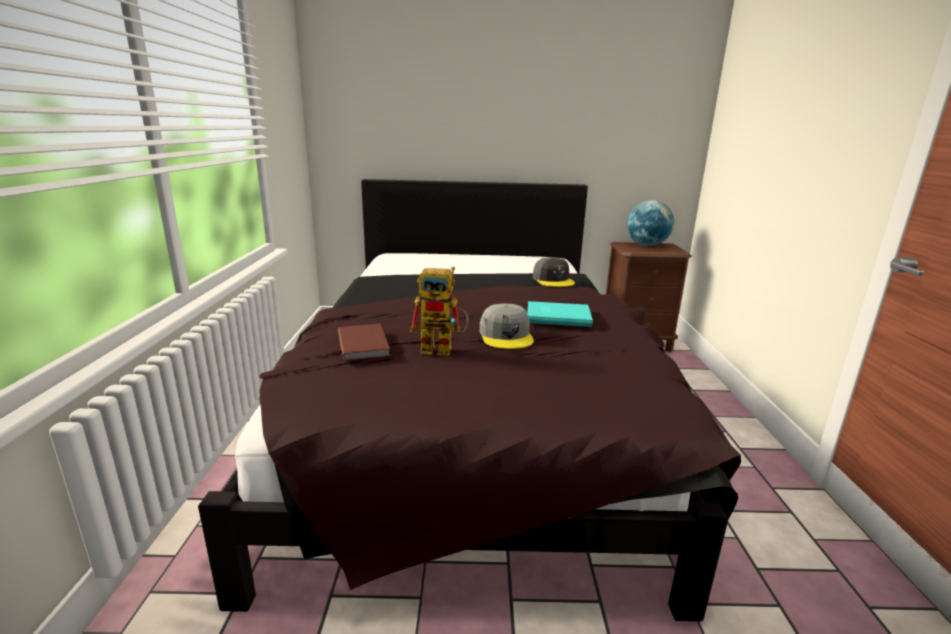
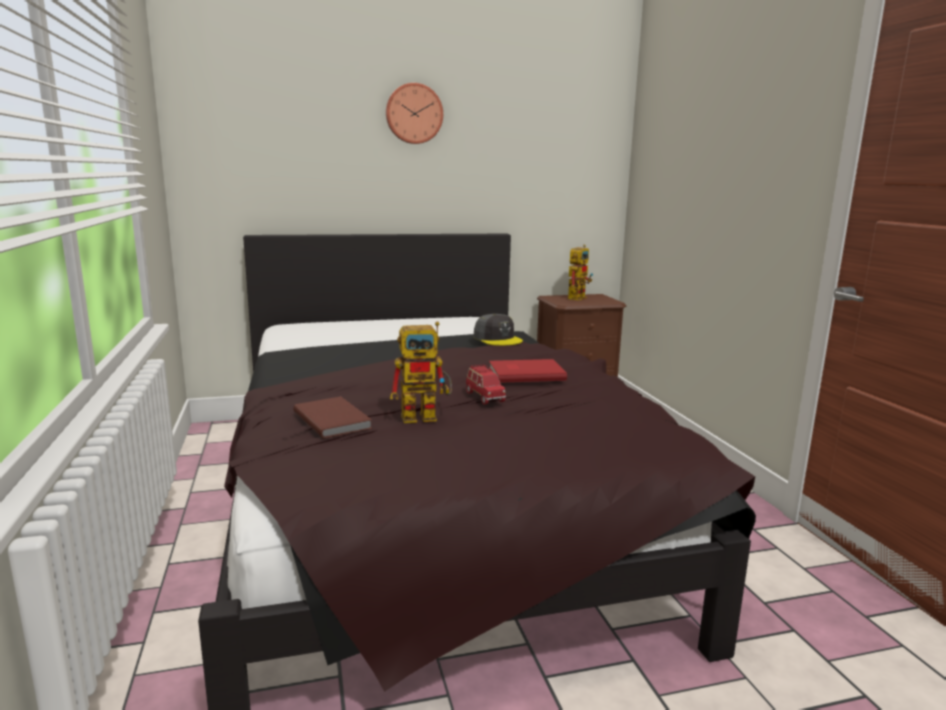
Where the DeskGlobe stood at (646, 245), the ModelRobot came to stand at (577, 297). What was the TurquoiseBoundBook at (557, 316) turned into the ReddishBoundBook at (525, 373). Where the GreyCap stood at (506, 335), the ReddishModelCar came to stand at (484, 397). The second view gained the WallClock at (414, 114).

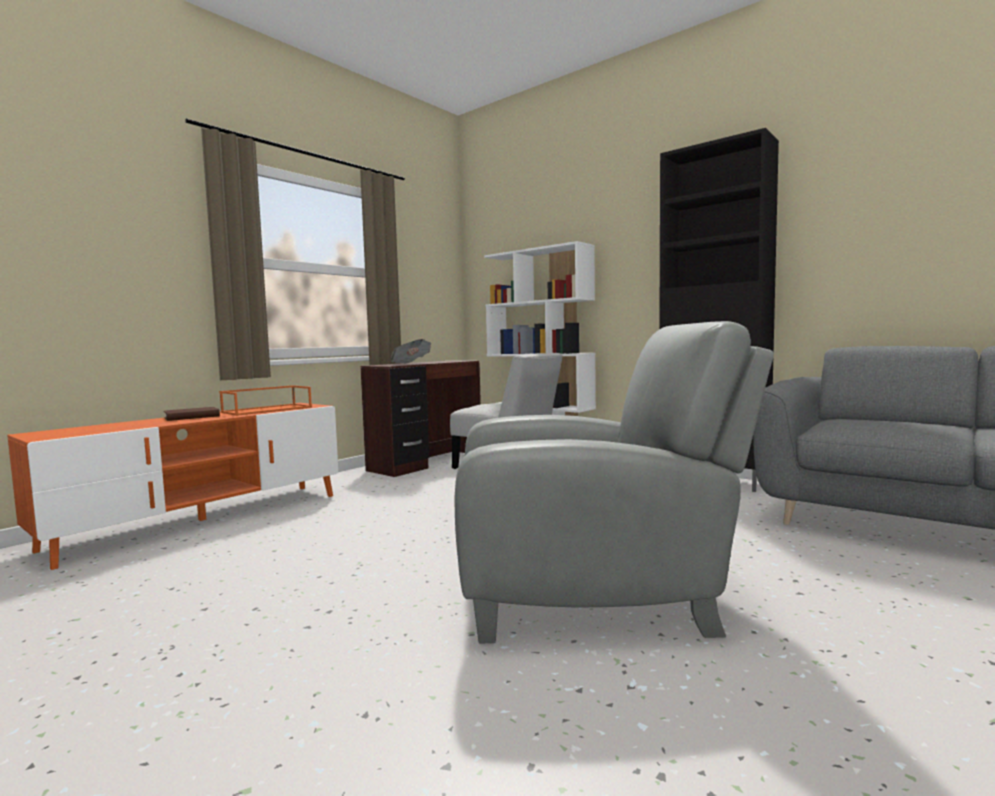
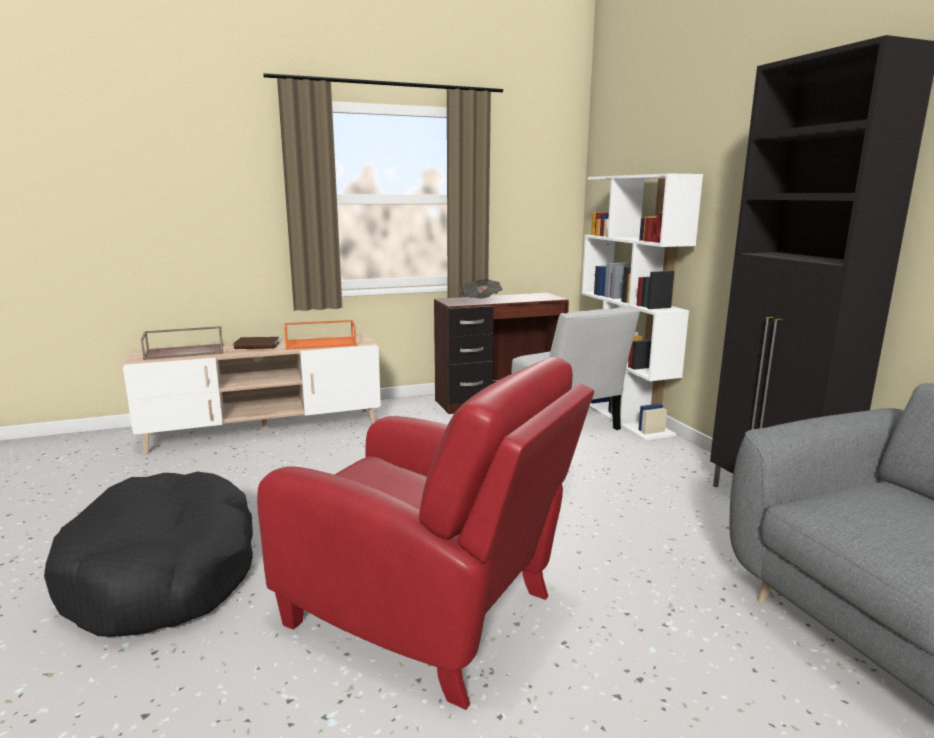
What was the GreyArmchair at (595, 594) turned into the ReddishArmchair at (427, 614). What was the OrangeColouredTvUnit at (203, 520) turned into the BeigeTvUnit at (265, 430). The second view gained the BrownServingTray at (186, 351). The second view gained the BlackishDogCushion at (164, 573).

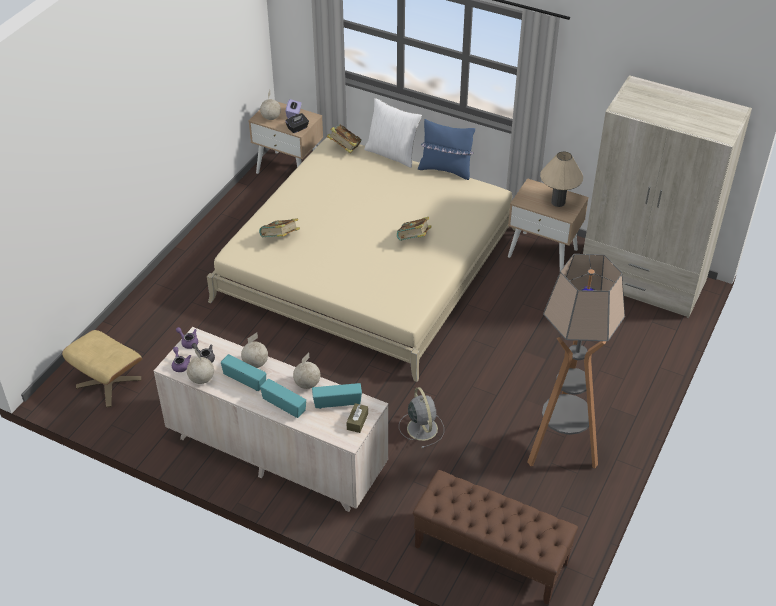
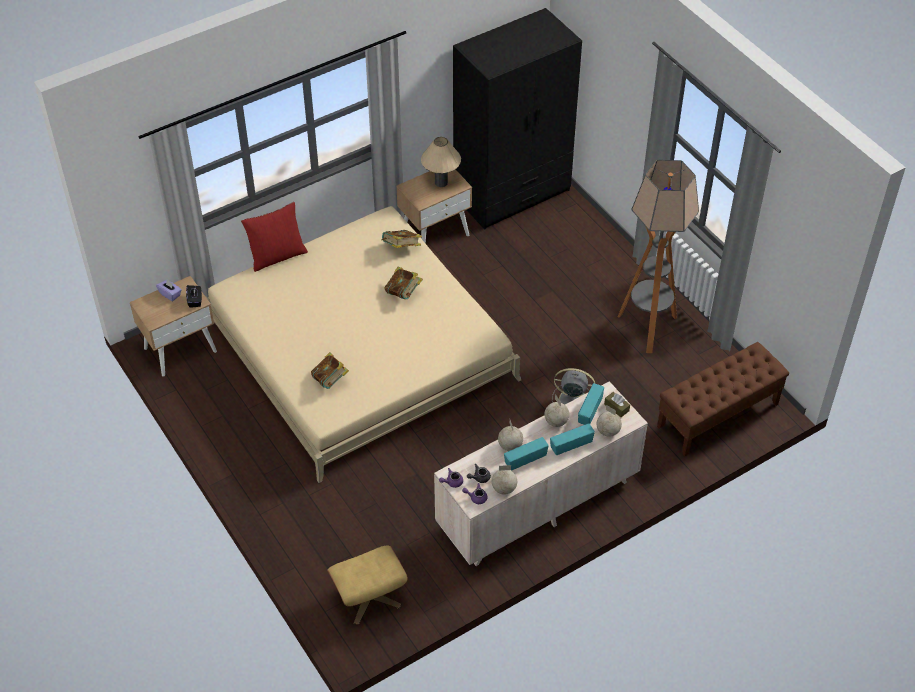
What was the BeigeArmoire at (642, 281) turned into the BlackishArmoire at (512, 193). The DeskGlobe ended up elsewhere, having gone from (271, 118) to (608, 431). What was the WhitishCushion at (392, 154) turned into the ReddishCushion at (277, 256). The second view lost the BlueColouredCushion at (445, 170). The BoundBook ended up elsewhere, having gone from (344, 148) to (401, 248).

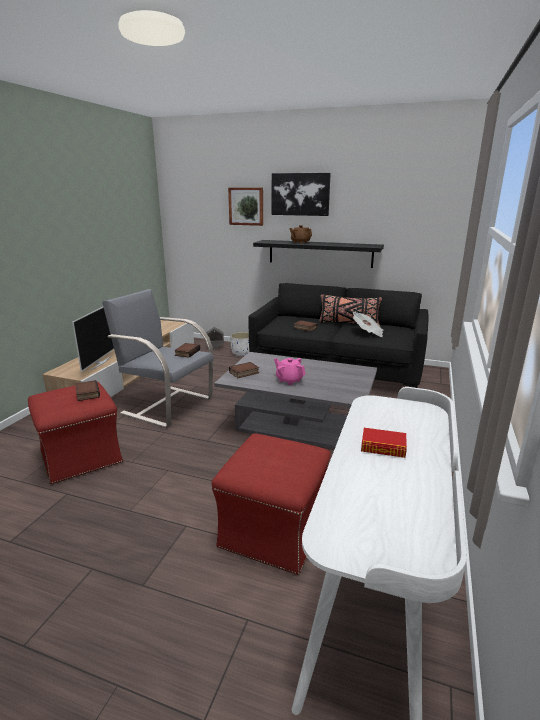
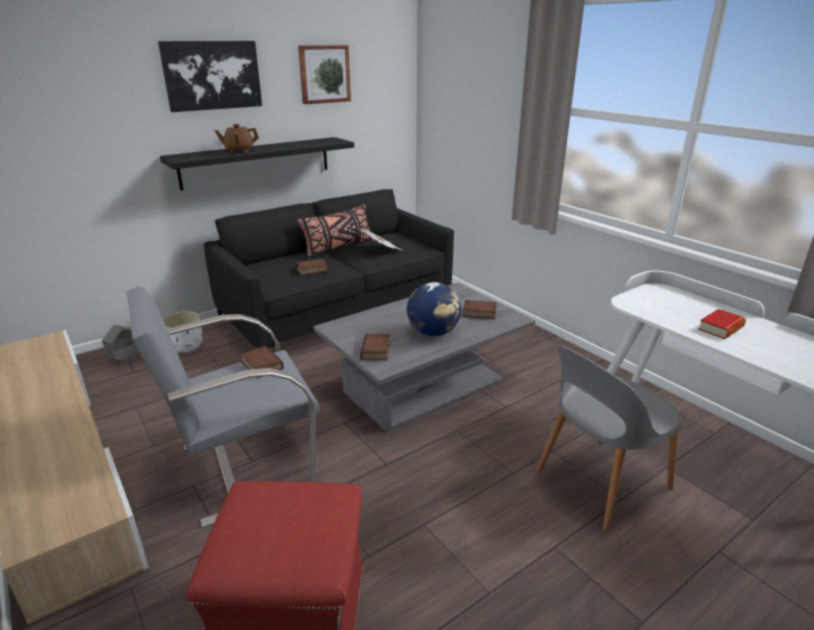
The WallPicture ended up elsewhere, having gone from (246, 206) to (324, 74). The second view lost the Television at (100, 362). Where the PinkColouredTeapot stood at (289, 380), the DeskGlobe came to stand at (433, 333). The BoundBook ended up elsewhere, having gone from (86, 393) to (479, 313). Where the ReddishPouffe stood at (274, 530), the GreyPlainChair came to stand at (600, 481).

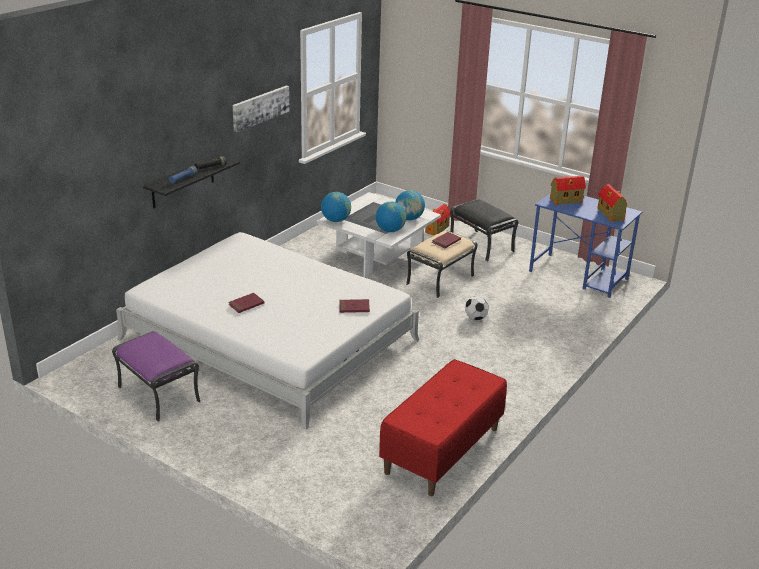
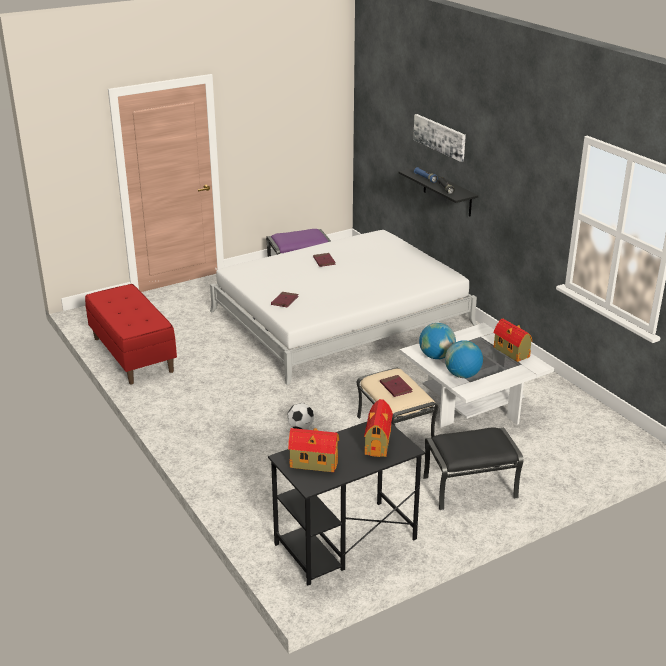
The WallPicture ended up elsewhere, having gone from (260, 107) to (440, 137). The second view lost the DeskGlobe at (335, 220). What was the BlueColouredDesk at (579, 275) turned into the BlackishDesk at (344, 542). The ModelHouse ended up elsewhere, having gone from (437, 229) to (512, 352).

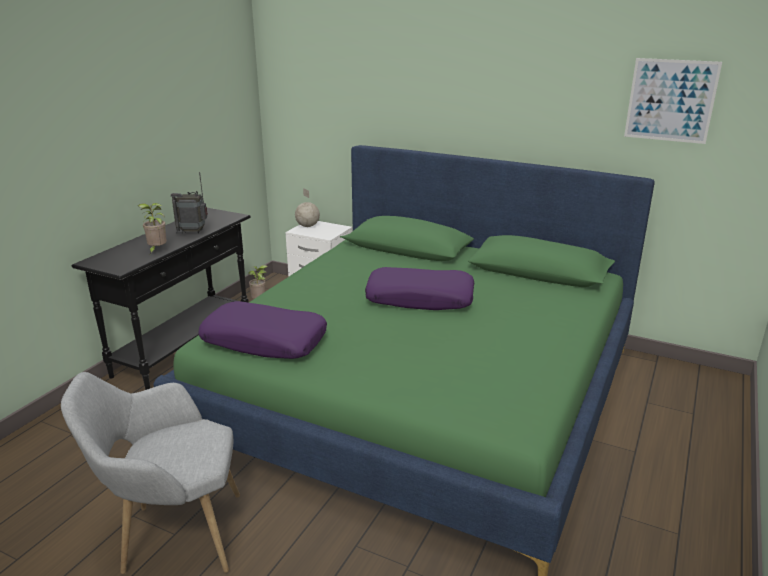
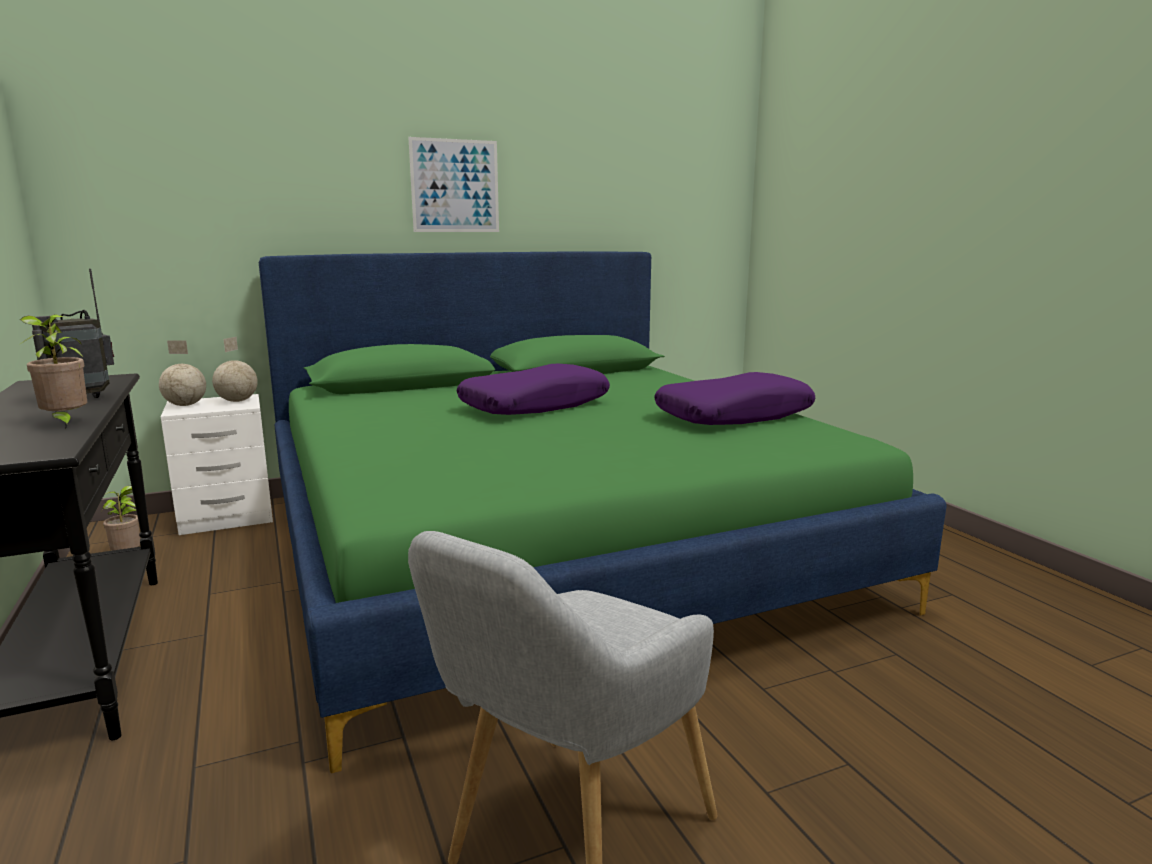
The WallPicture ended up elsewhere, having gone from (670, 100) to (455, 186). The PurpleCushion ended up elsewhere, having gone from (265, 341) to (734, 415). The second view gained the DeskGlobe at (238, 401).

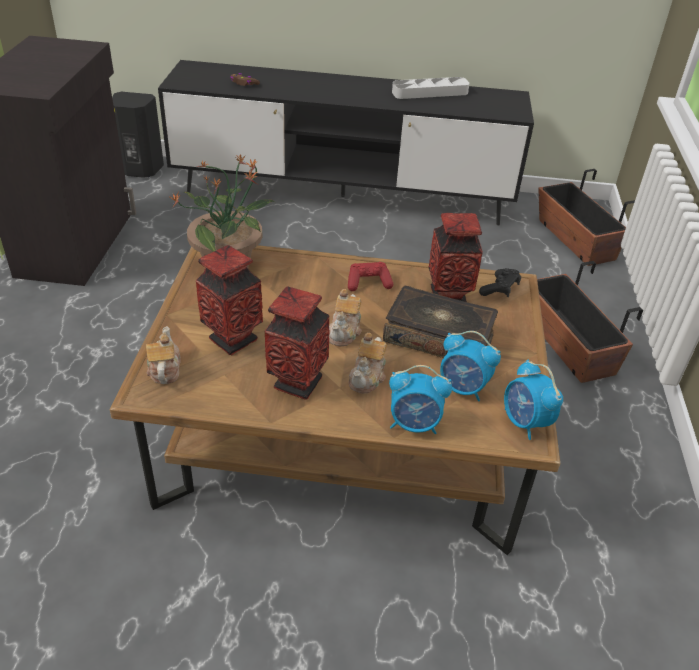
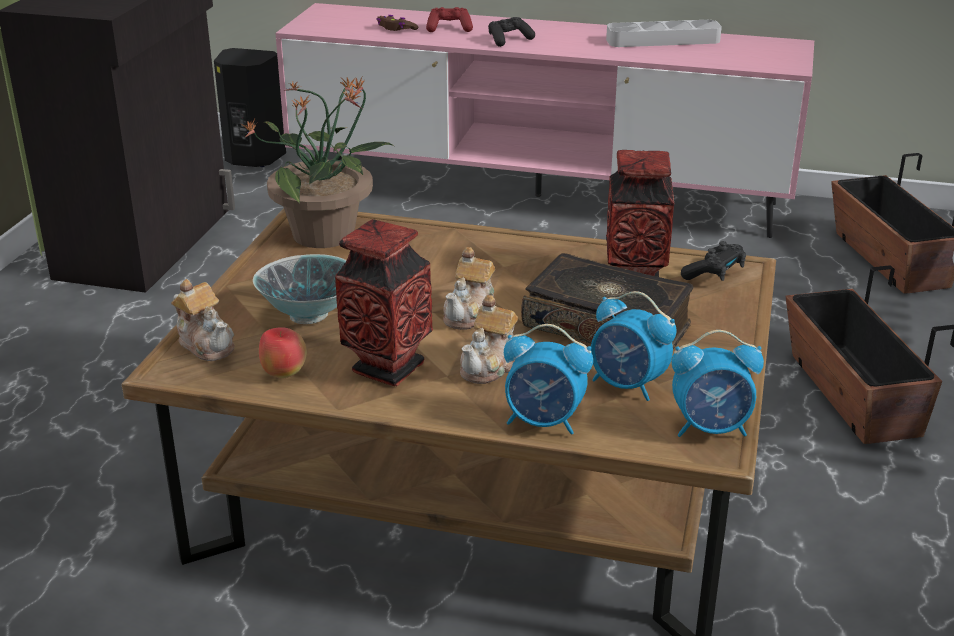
What was the BlackishTvUnit at (342, 196) turned into the PinkColouredTvUnit at (537, 196). Where the FlowerVase stood at (232, 340), the Bowl came to stand at (309, 316). The ReddishGamepad ended up elsewhere, having gone from (368, 283) to (449, 29). The Teapot at (164, 369) ended up facing another way, 135 degrees clockwise from before. The AlarmClock at (525, 422) ended up facing another way, 75 degrees counterclockwise from before. The second view gained the BlackishGamepad at (509, 40). The second view gained the WholeApple at (283, 374).

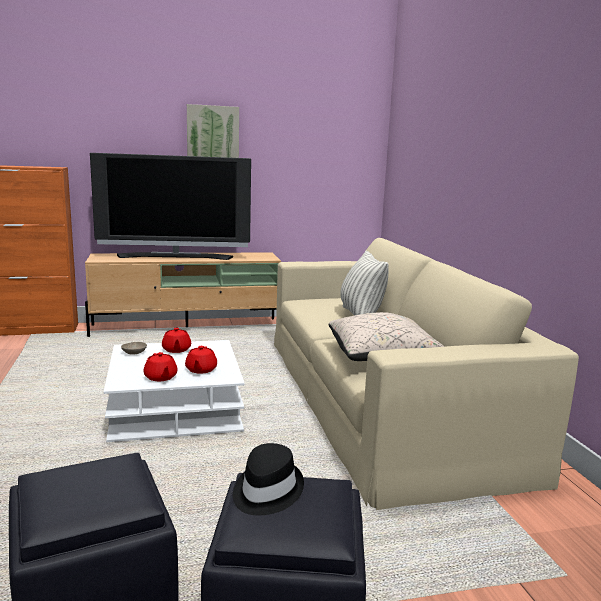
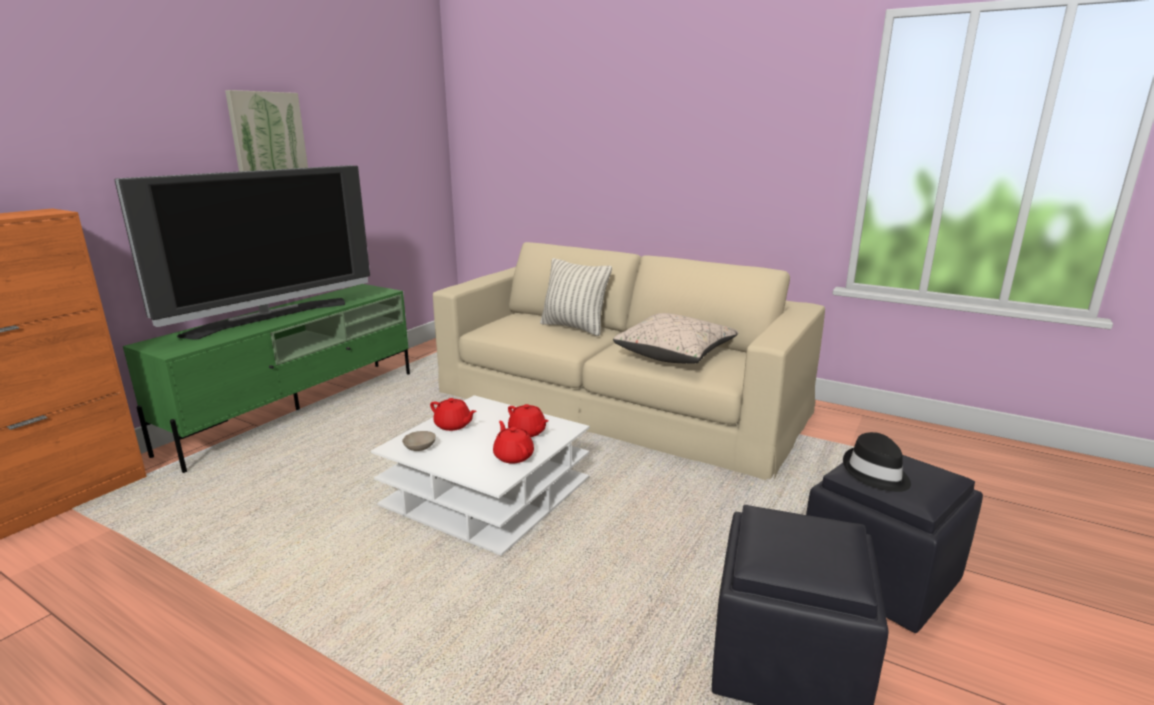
What was the BeigeTvUnit at (188, 327) turned into the GreenishTvUnit at (299, 409). The ReddishTeapot at (160, 377) ended up facing another way, 135 degrees counterclockwise from before.

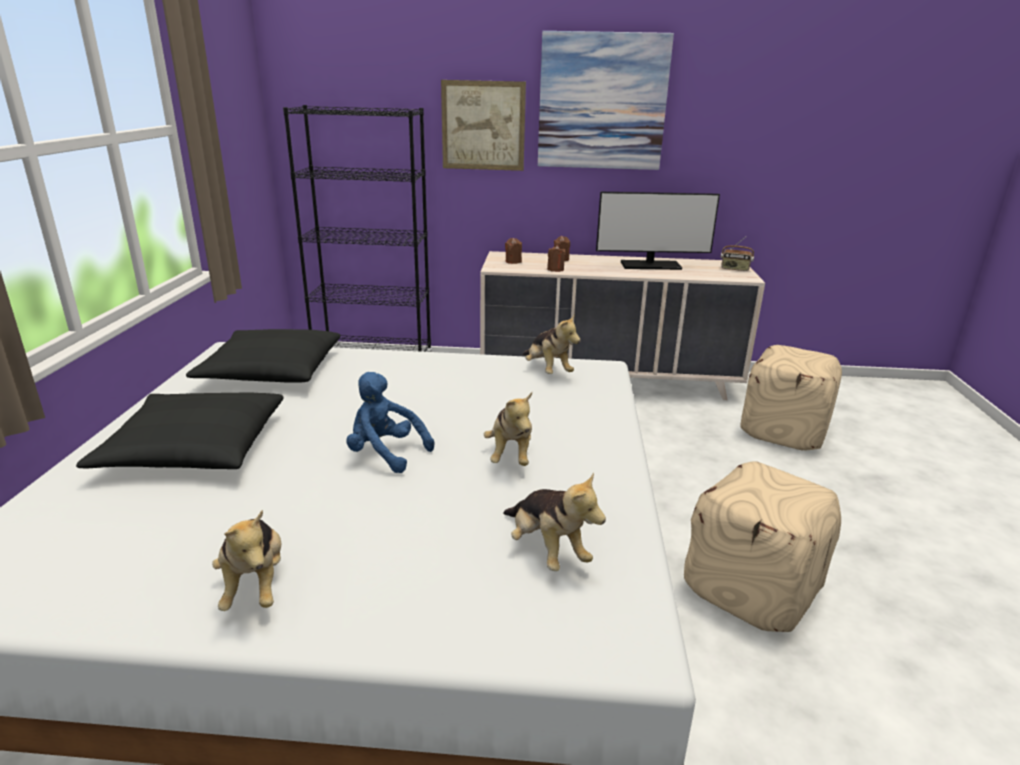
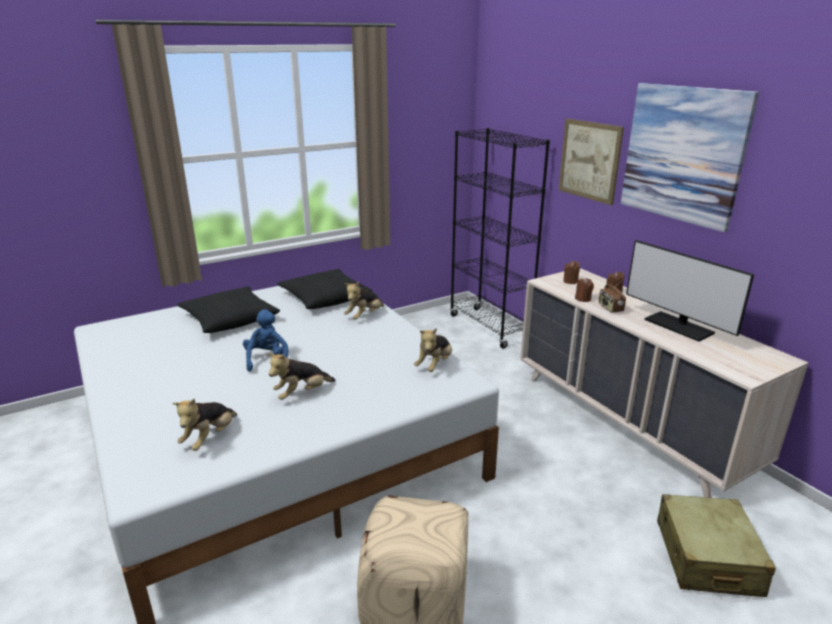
The Radio ended up elsewhere, having gone from (735, 269) to (610, 308). Where the BeigePouffe stood at (785, 430), the BeigeSuitcase came to stand at (706, 557). The PlushToy ended up elsewhere, having gone from (255, 585) to (364, 316).

